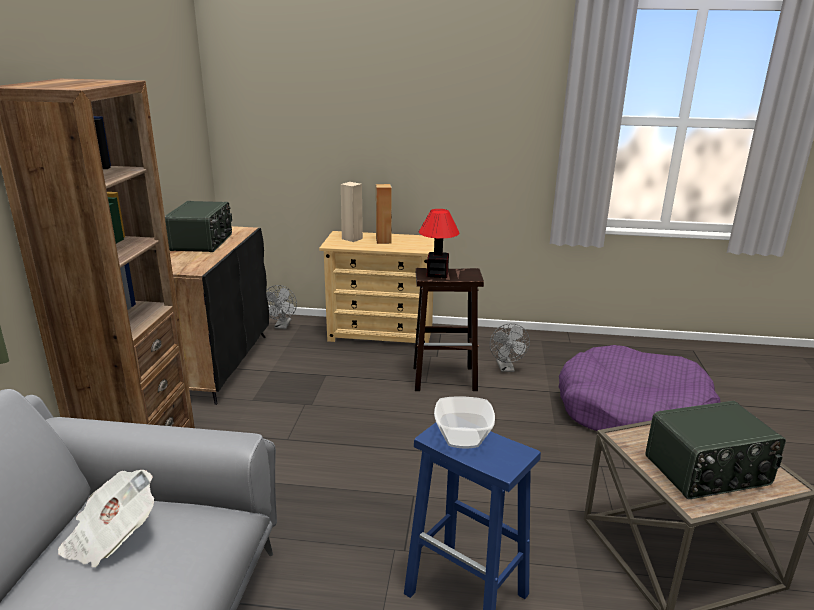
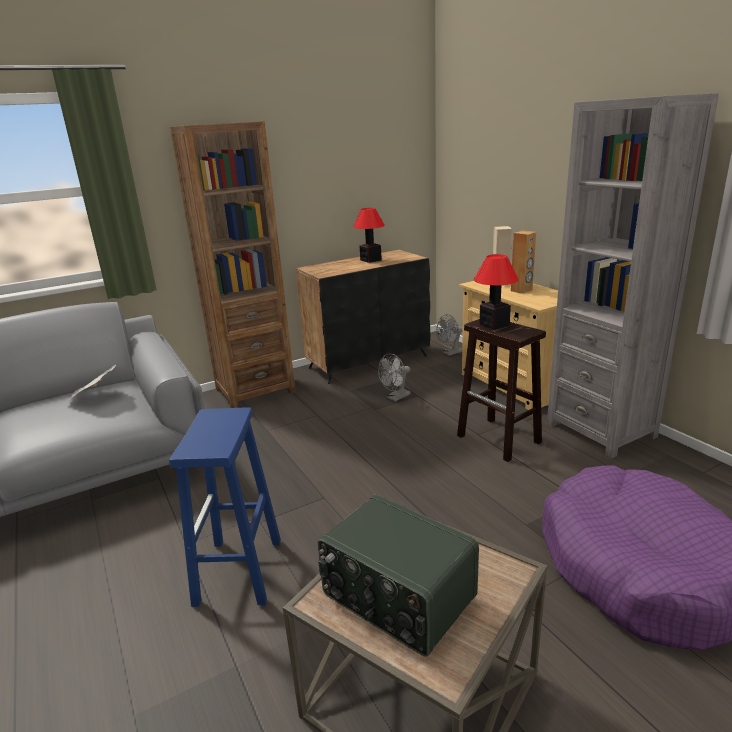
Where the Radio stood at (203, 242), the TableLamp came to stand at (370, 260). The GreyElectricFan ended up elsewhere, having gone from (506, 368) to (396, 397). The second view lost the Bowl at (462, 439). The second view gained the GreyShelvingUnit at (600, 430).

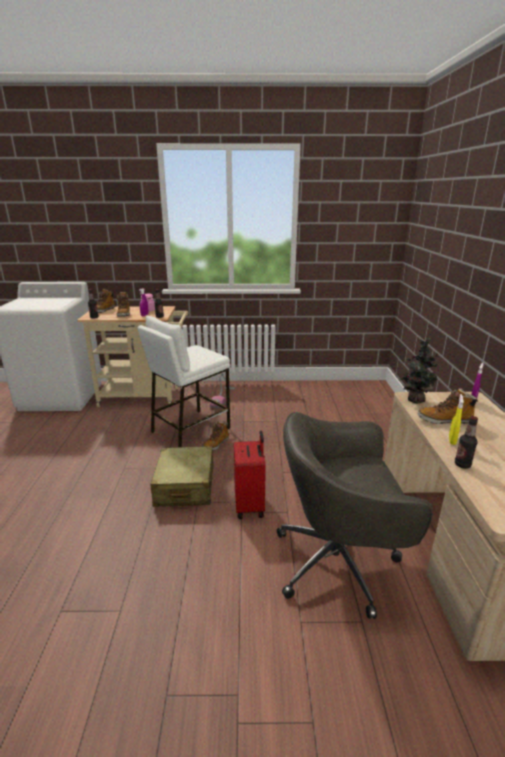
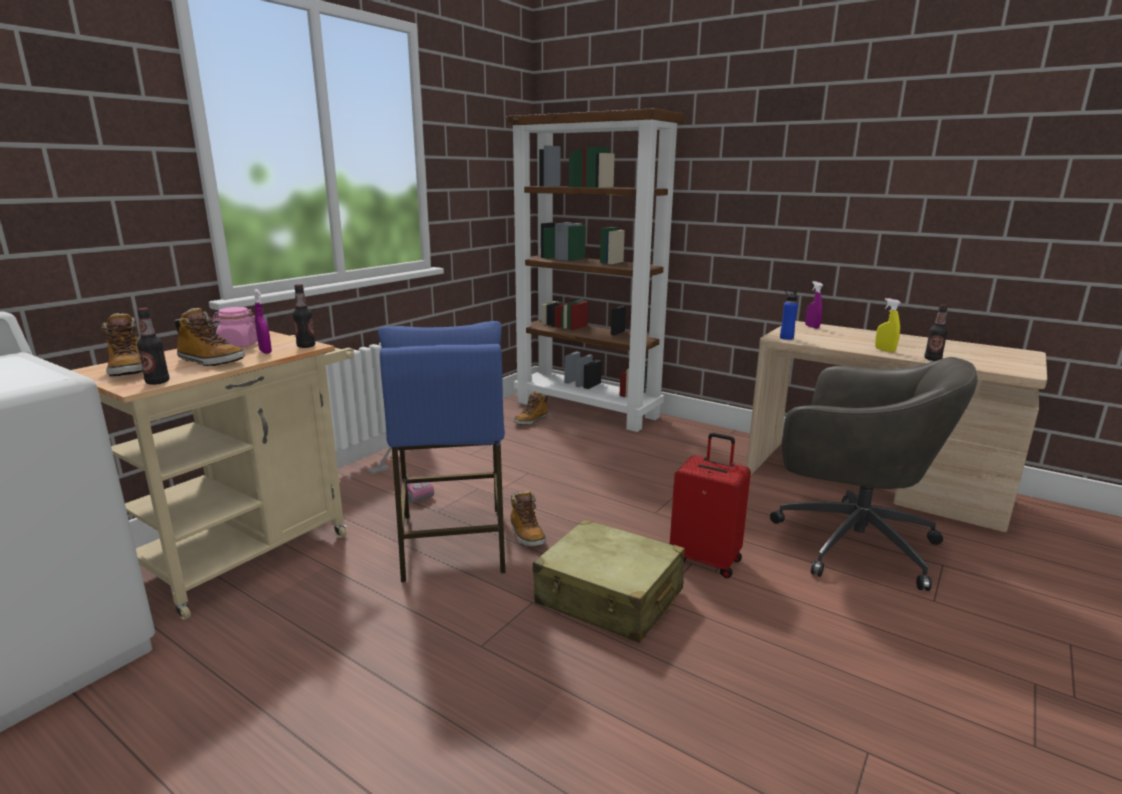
What was the WhitishSittingStool at (190, 430) turned into the BlueColouredSittingStool at (452, 543). Where the PlantInAPot stood at (414, 399), the BlueColouredBeverageBottle came to stand at (786, 338). The Boot ended up elsewhere, having gone from (444, 420) to (531, 421). The GreyDeskChair at (339, 562) ended up facing another way, 90 degrees counterclockwise from before. The second view gained the BrownShelvingUnit at (588, 409).

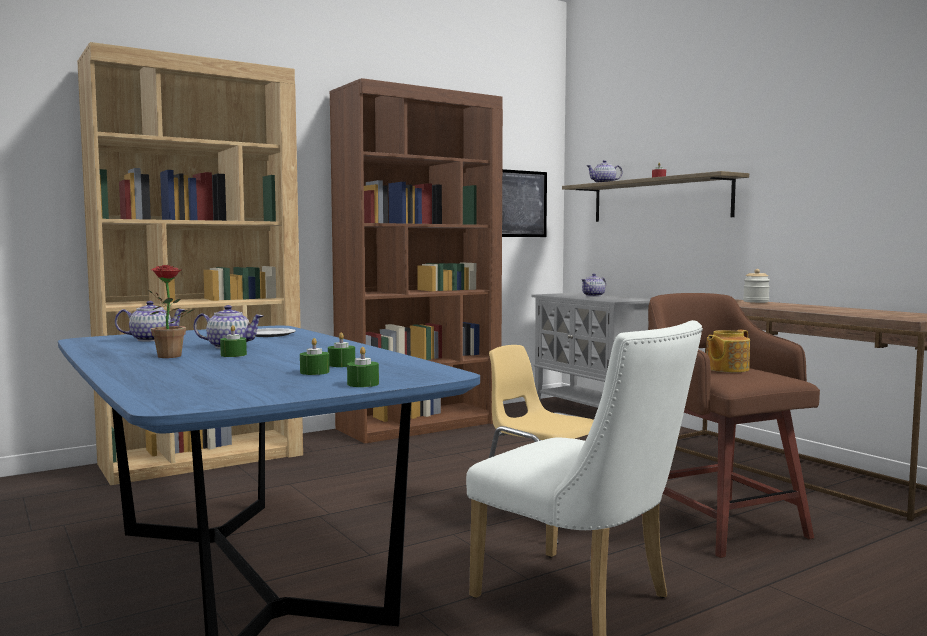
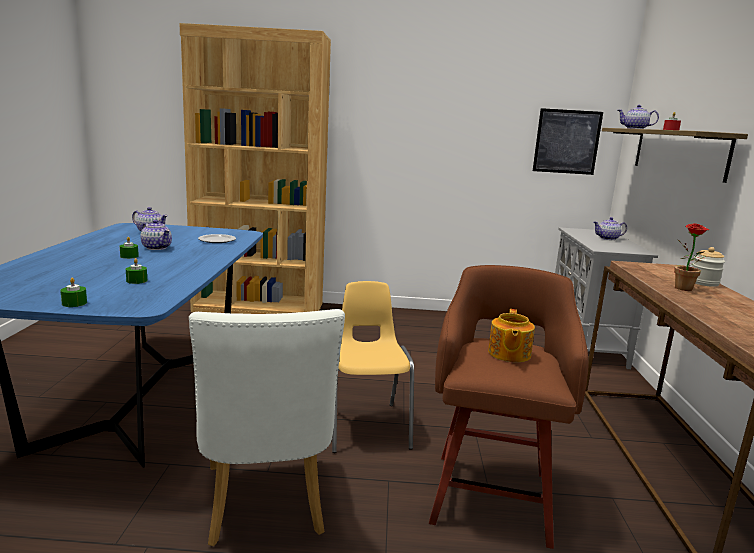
The second view lost the BrownShelvingUnit at (420, 425). The PlantInAPot ended up elsewhere, having gone from (171, 357) to (685, 289). The Teapot at (726, 369) ended up facing another way, 75 degrees counterclockwise from before. The second view lost the GreenishWaxCandle at (314, 372).

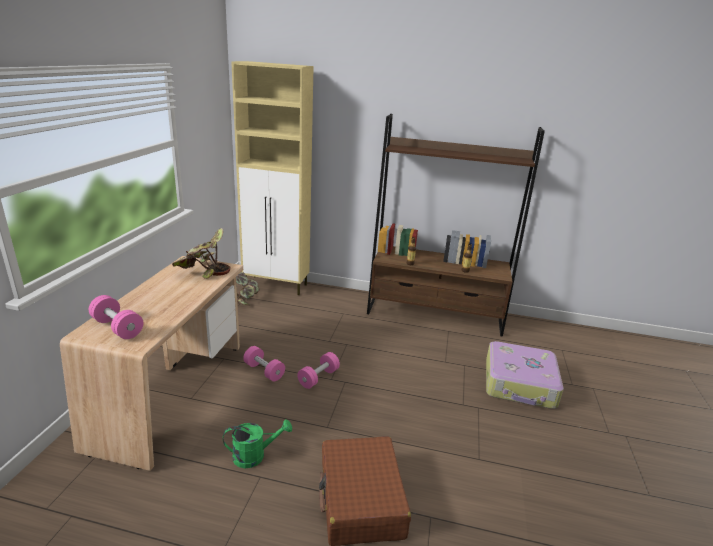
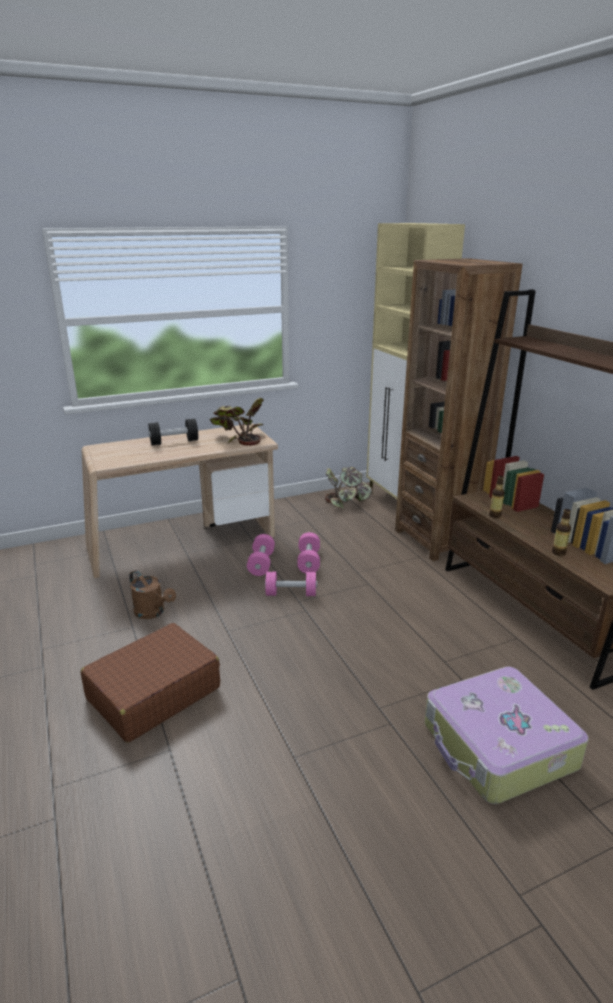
The PinkColouredFreeWeight ended up elsewhere, having gone from (117, 328) to (309, 562). What was the GreenishWateringPot at (255, 455) turned into the BrownWateringPot at (153, 612). The second view gained the BrownShelvingUnit at (437, 539). The second view gained the BlackishFreeWeight at (174, 442).

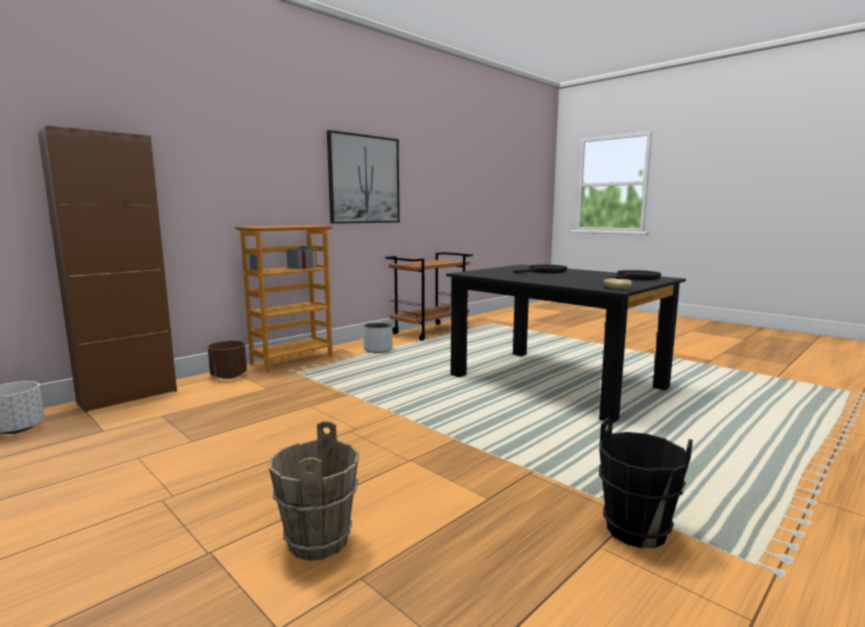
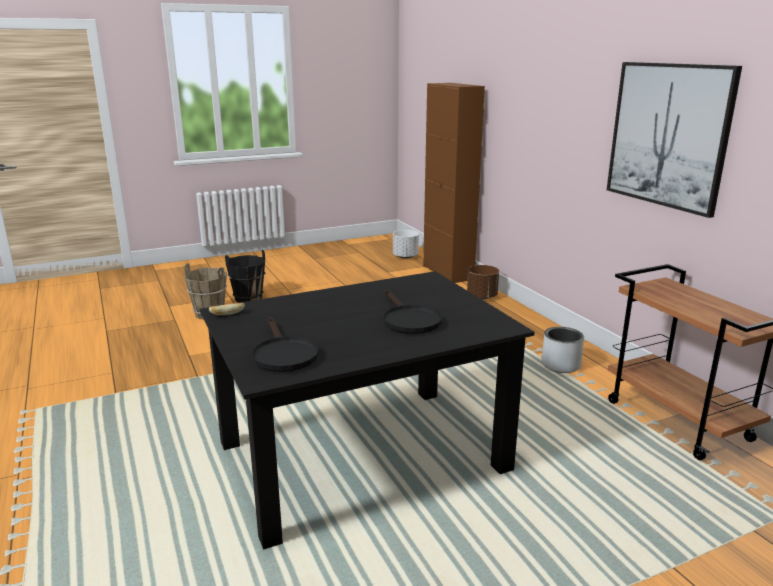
The second view lost the ShelvingUnit at (292, 360). The BlackishWaterBucket ended up elsewhere, having gone from (636, 530) to (248, 299).

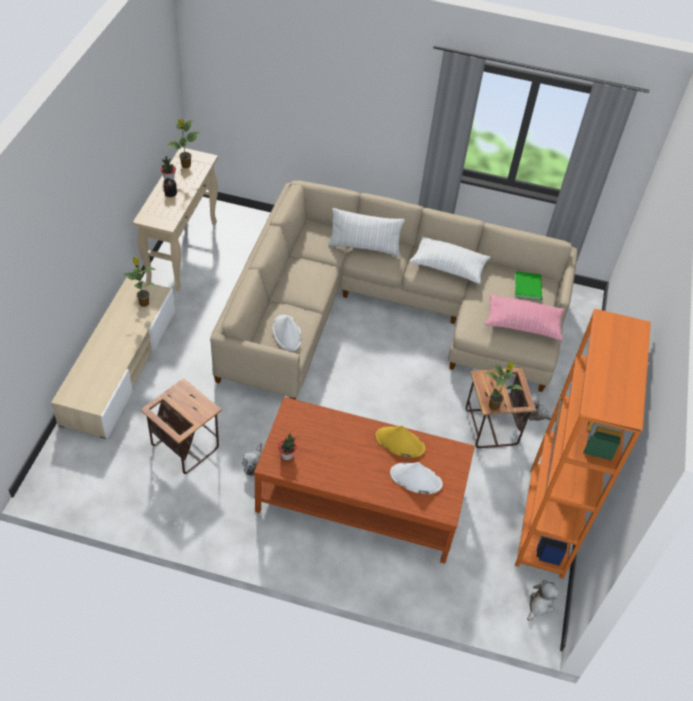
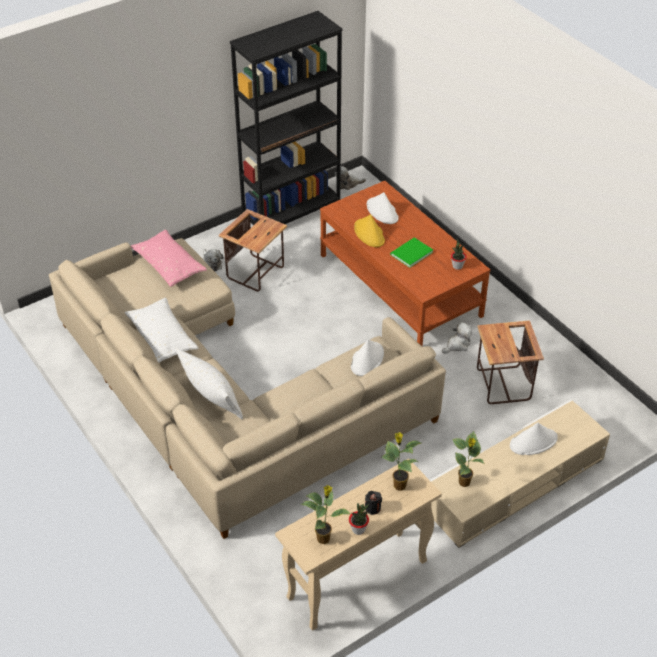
The GreenishBoundBook ended up elsewhere, having gone from (528, 286) to (410, 253). What was the OrangeColouredShelvingUnit at (546, 522) turned into the BlackishShelvingUnit at (291, 211). The PlantInAPot ended up elsewhere, having gone from (494, 406) to (399, 485). The second view gained the WhitishHat at (533, 442).

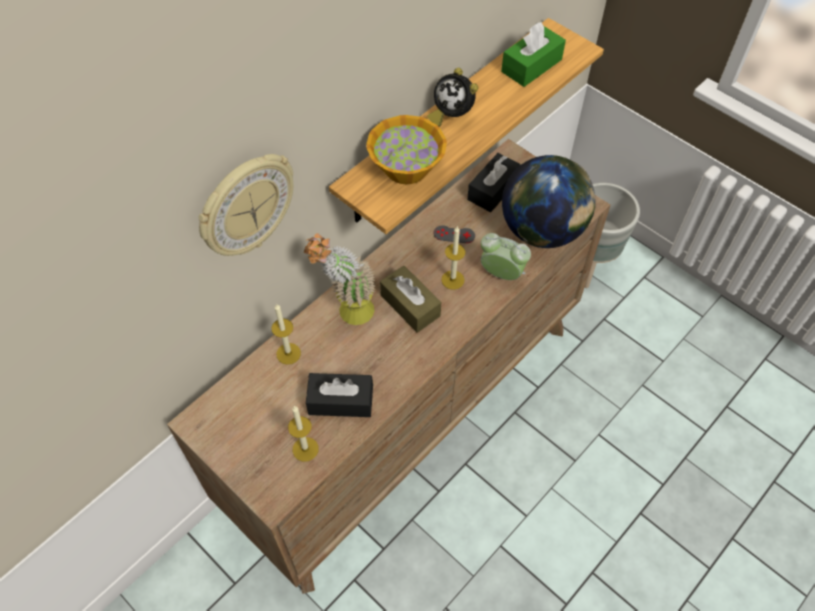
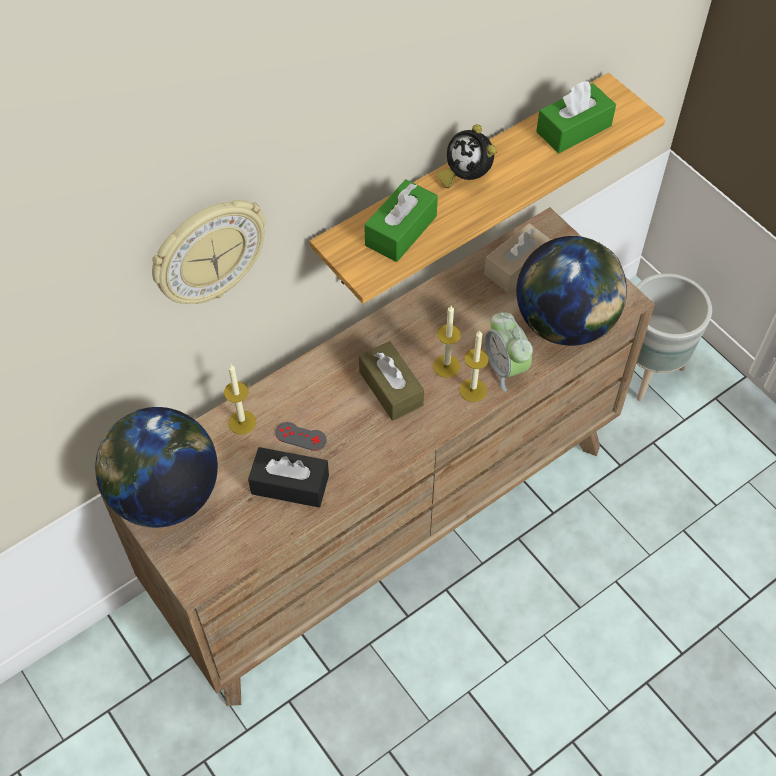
Where the Bowl stood at (406, 167), the GreenishTissueBox came to stand at (401, 231). What was the BlackishTissueBox at (493, 190) turned into the BeigeTissueBox at (517, 266). The GreyGamepad ended up elsewhere, having gone from (454, 234) to (301, 436). The second view lost the PlantInAPot at (347, 313). The AlarmClock at (501, 274) ended up facing another way, 150 degrees counterclockwise from before. The WaxCandle ended up elsewhere, having gone from (305, 449) to (473, 390). The second view gained the DeskGlobe at (166, 495).

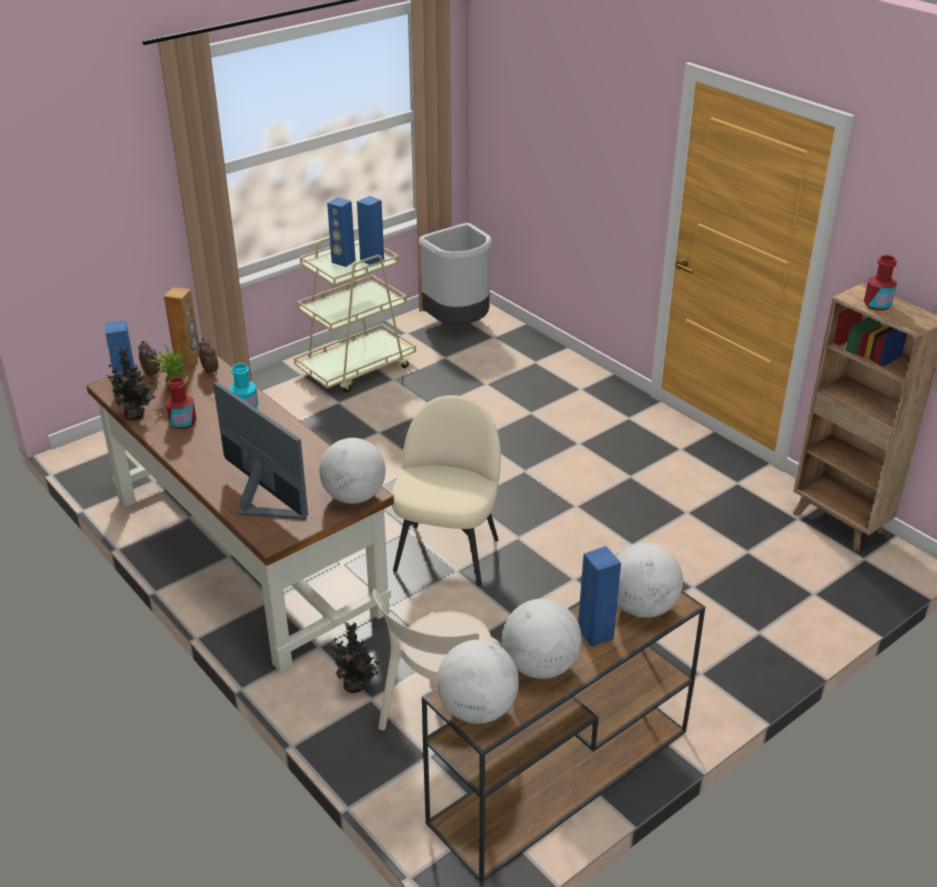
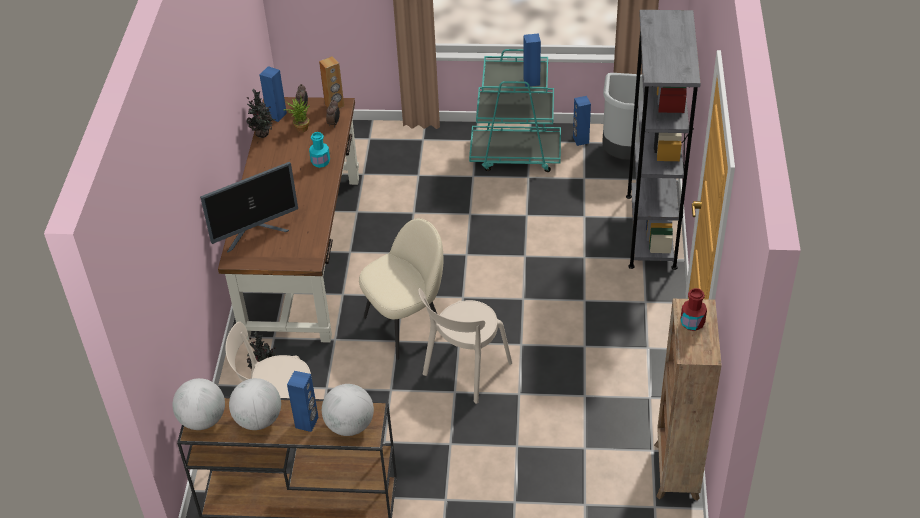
The BlueColouredAudioSpeaker ended up elsewhere, having gone from (343, 261) to (580, 140). What was the BeigeWheeledCart at (357, 368) turned into the TurquoiseWheeledCart at (516, 154). The second view lost the ReddishBeverageBottle at (183, 422). The ComputerScreen at (262, 502) ended up facing another way, 60 degrees clockwise from before. The second view lost the DeskGlobe at (354, 496). The second view gained the GreyShelvingUnit at (651, 231). The second view gained the BeigePlainChair at (465, 371).

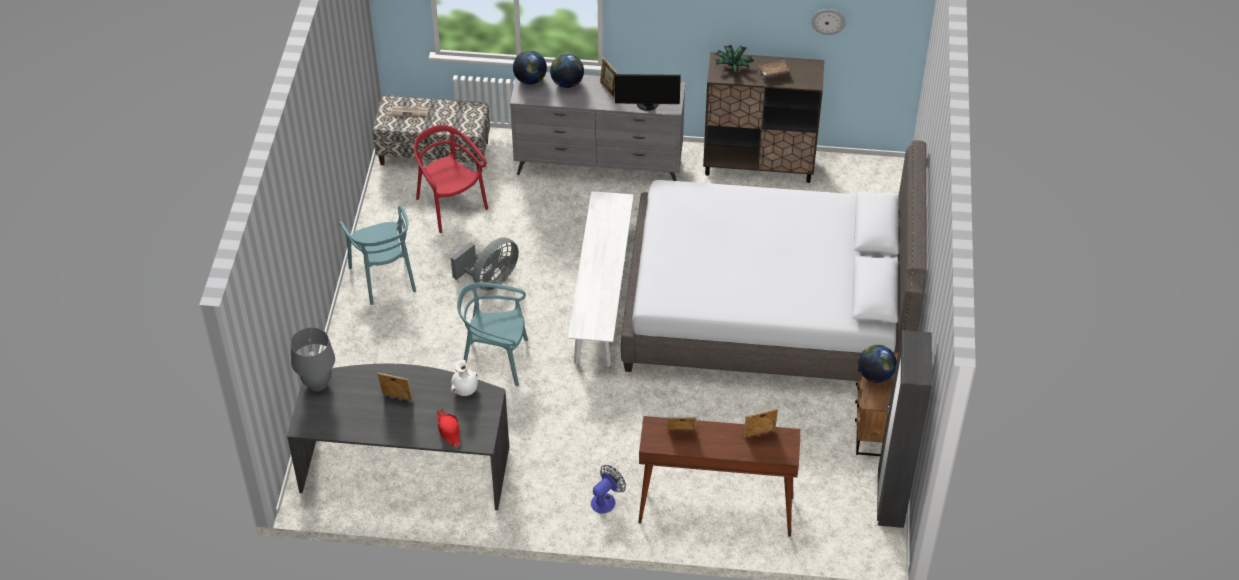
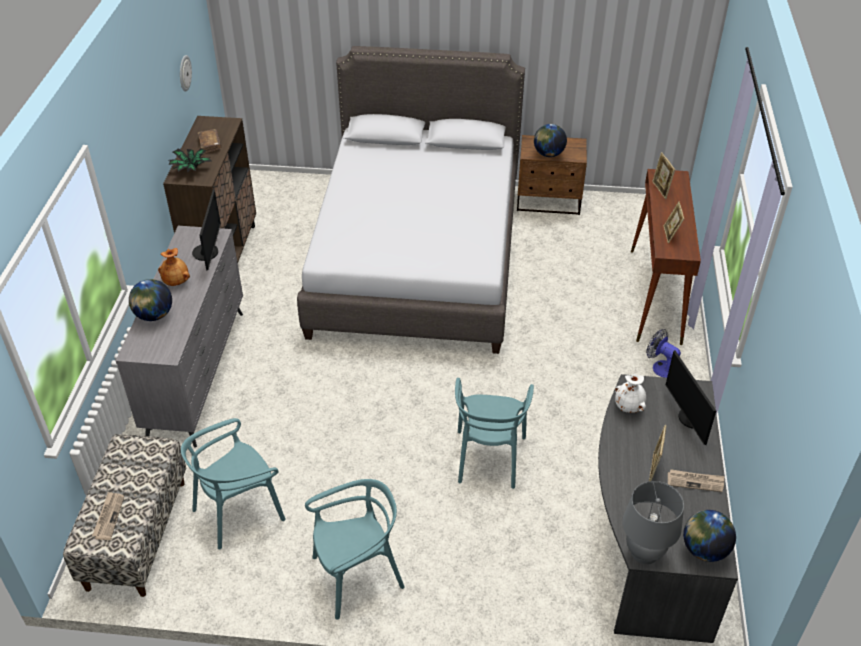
The DeskGlobe ended up elsewhere, having gone from (530, 80) to (704, 549). Where the PhotoFrame stood at (608, 90), the BrownFlowerVase came to stand at (176, 281). What was the ReddishPlainChair at (450, 206) turned into the TurquoisePlainChair at (238, 511). The second view lost the WhitishIndoorBench at (602, 296). The second view lost the GreyElectricFan at (490, 280). The second view lost the BlackishArmoire at (890, 500). Where the ReddishHat stood at (448, 430), the ComputerScreen came to stand at (690, 418). The second view gained the PrintedPaper at (695, 481).

